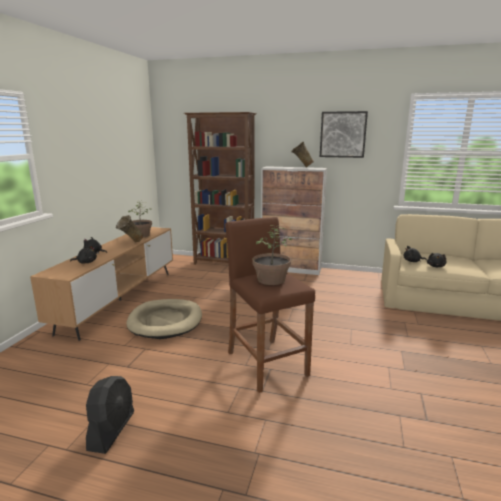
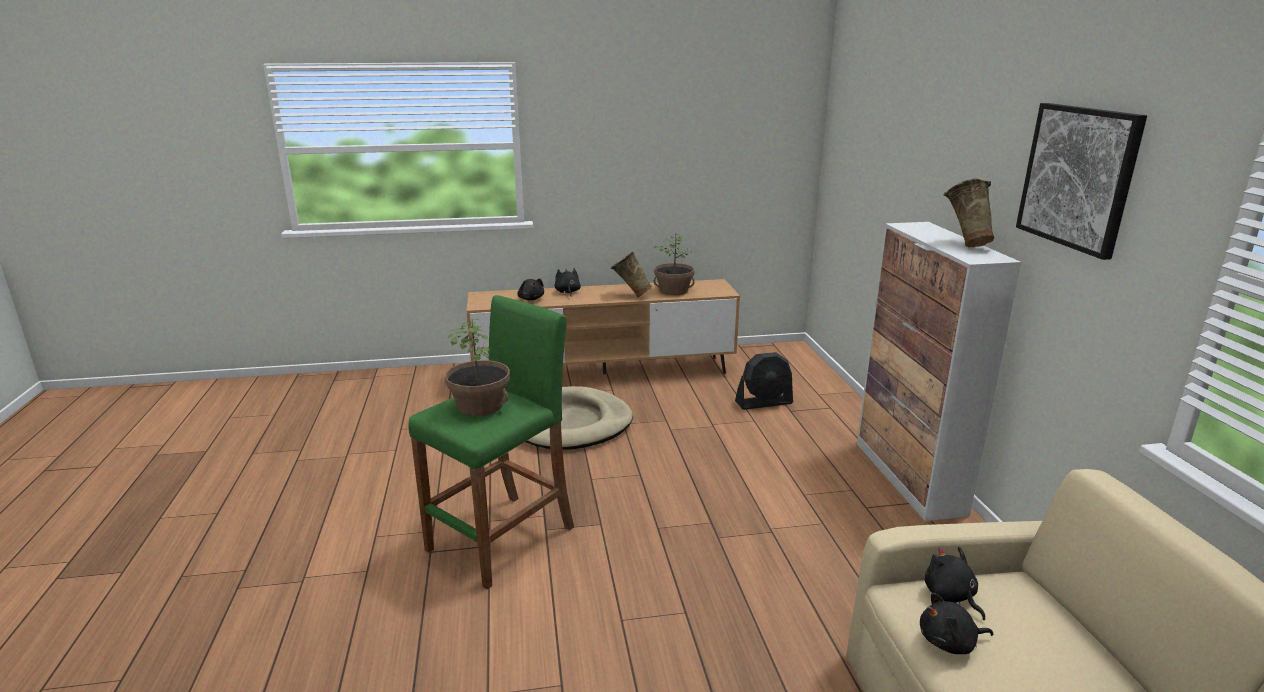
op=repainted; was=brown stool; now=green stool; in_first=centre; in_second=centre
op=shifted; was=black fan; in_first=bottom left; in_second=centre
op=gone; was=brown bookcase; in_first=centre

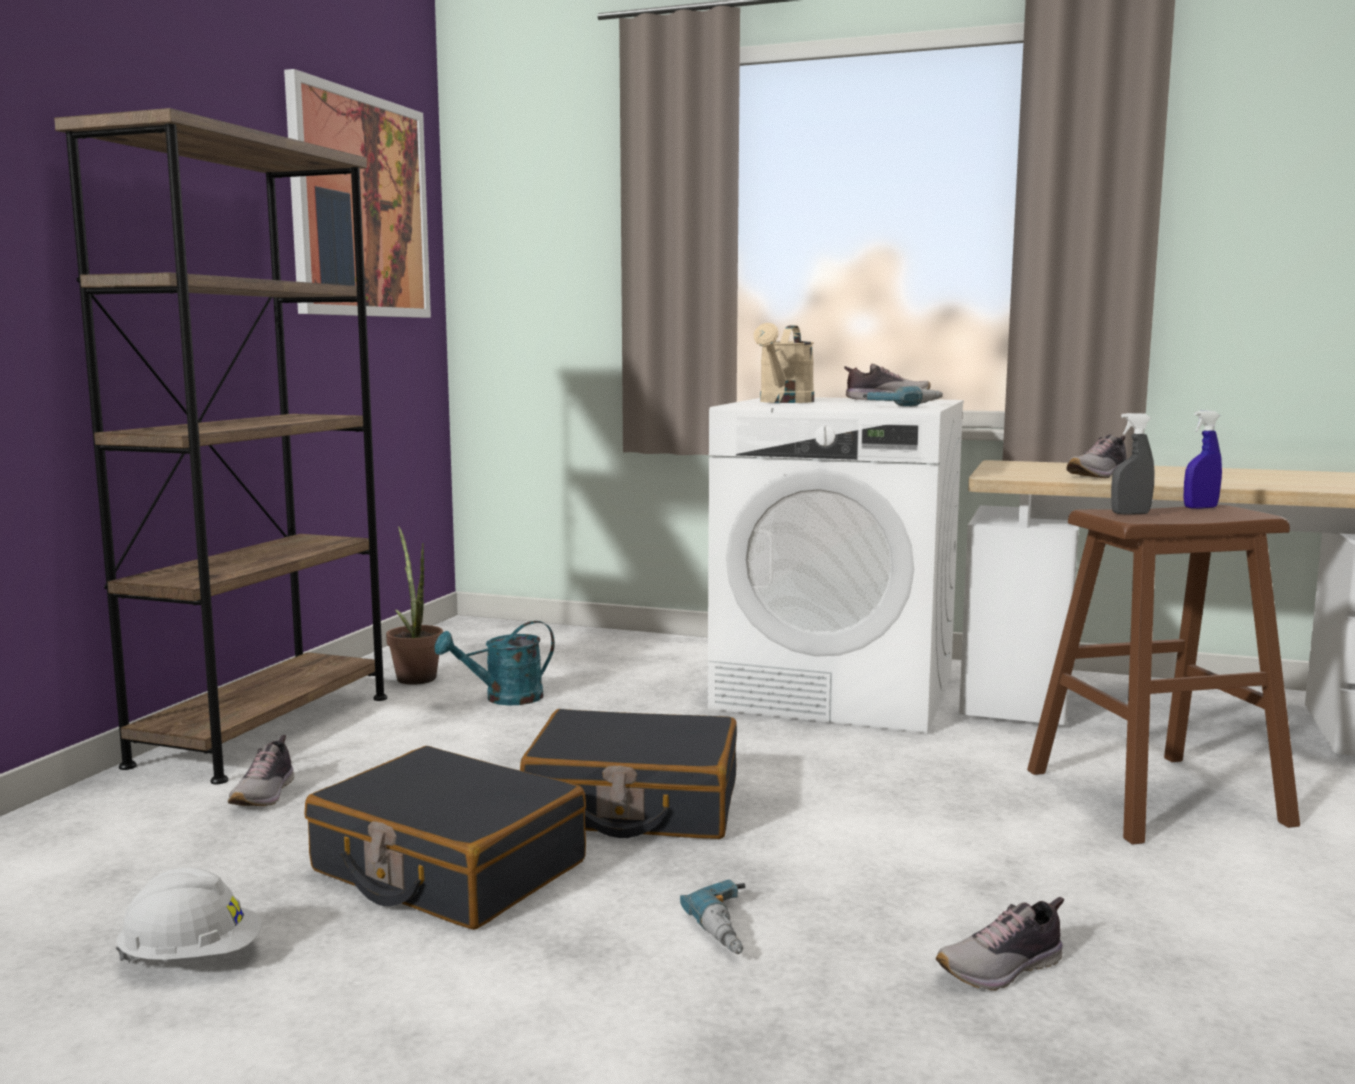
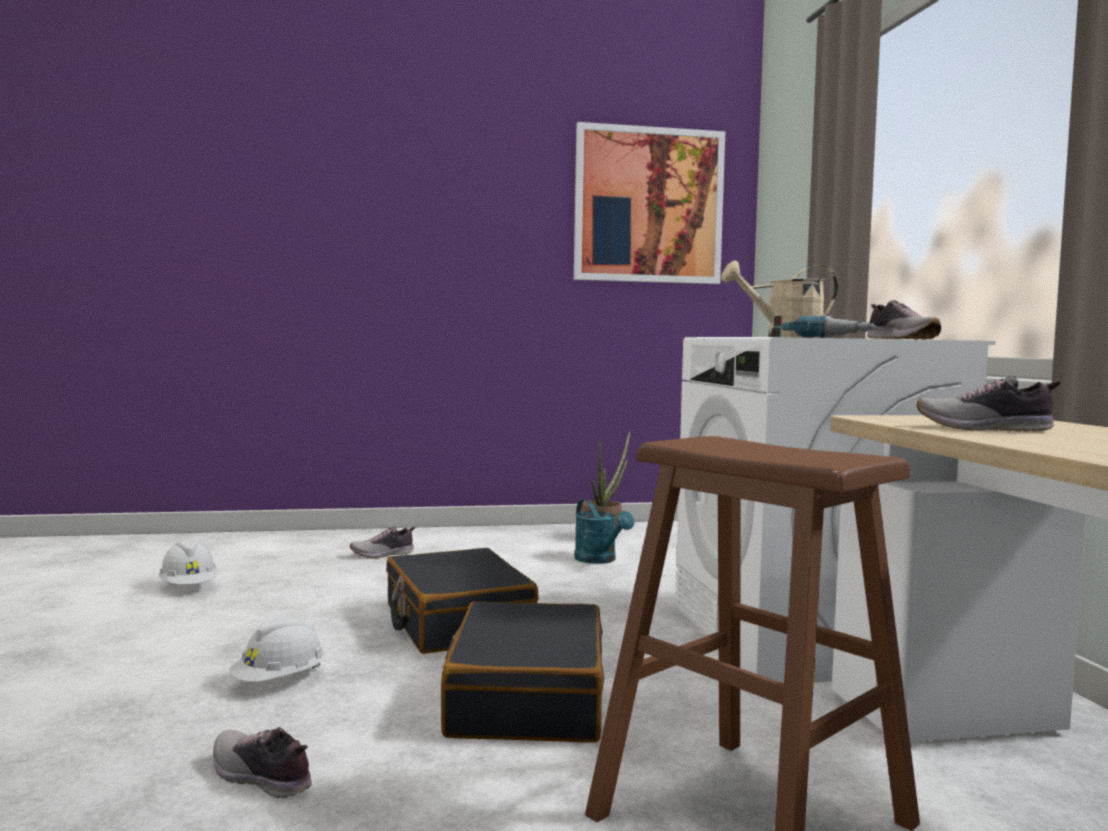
op=swapped; was=power drill (no. 1 from left); now=white hard hat (no. 2 from left); in_first=bottom centre; in_second=bottom left
op=shifted; was=black suitcase (no. 1 from left in the first image); now=black suitcase (no. 2 from left); in_first=bottom left; in_second=bottom centre
op=rotated; was=turquoise watering can; in_first=centre; in_second=centre; clockwise=-150
op=gone; was=brown bookcase; in_first=middle left
op=gone; was=grey spray bottle; in_first=middle right
op=gone; was=blue spray bottle; in_first=middle right

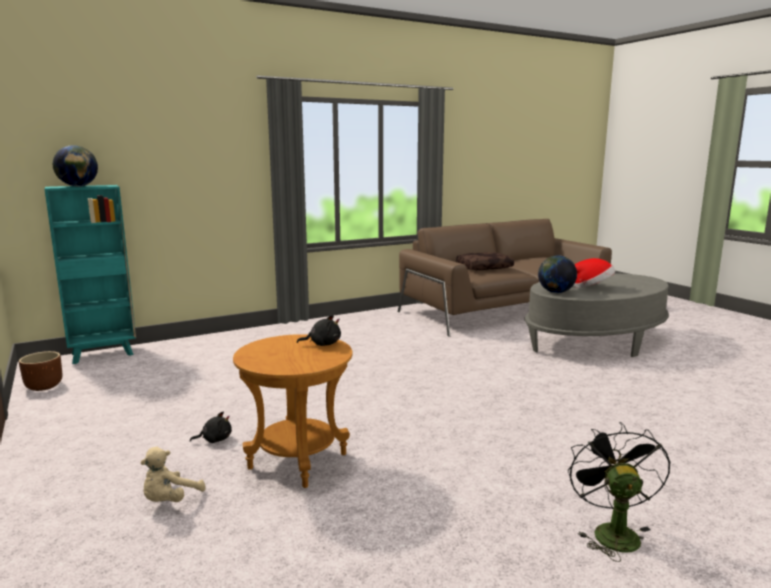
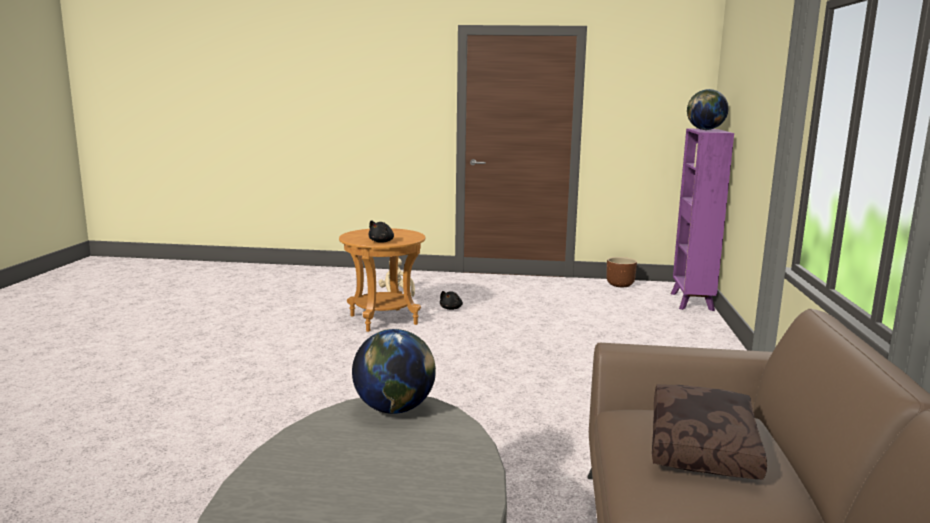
op=repainted; was=turquoise bookcase; now=purple bookcase; in_first=middle left; in_second=middle right
op=gone; was=black fan; in_first=bottom right
op=gone; was=hat; in_first=middle right

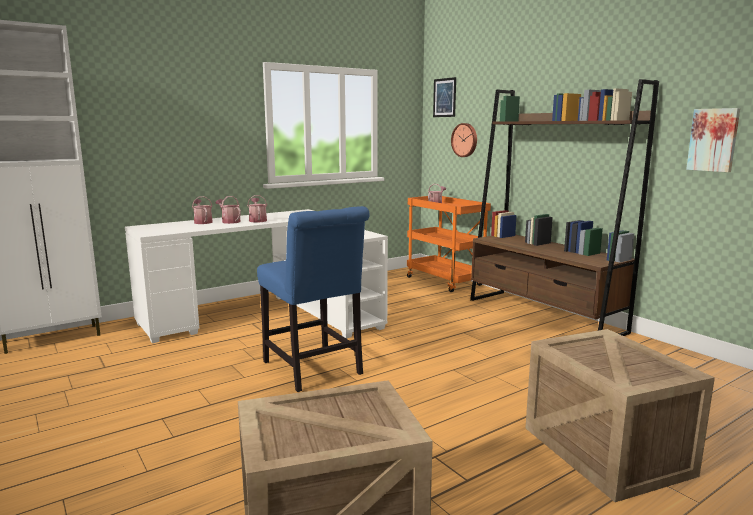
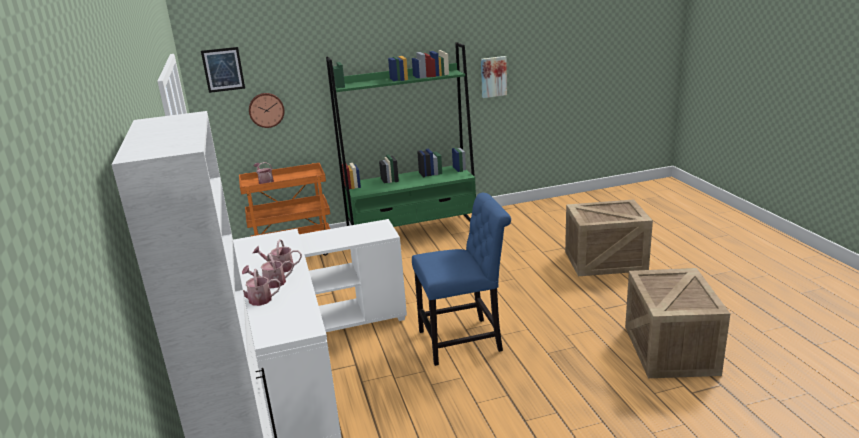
op=repainted; was=brown bookcase; now=green bookcase; in_first=middle right; in_second=top centre

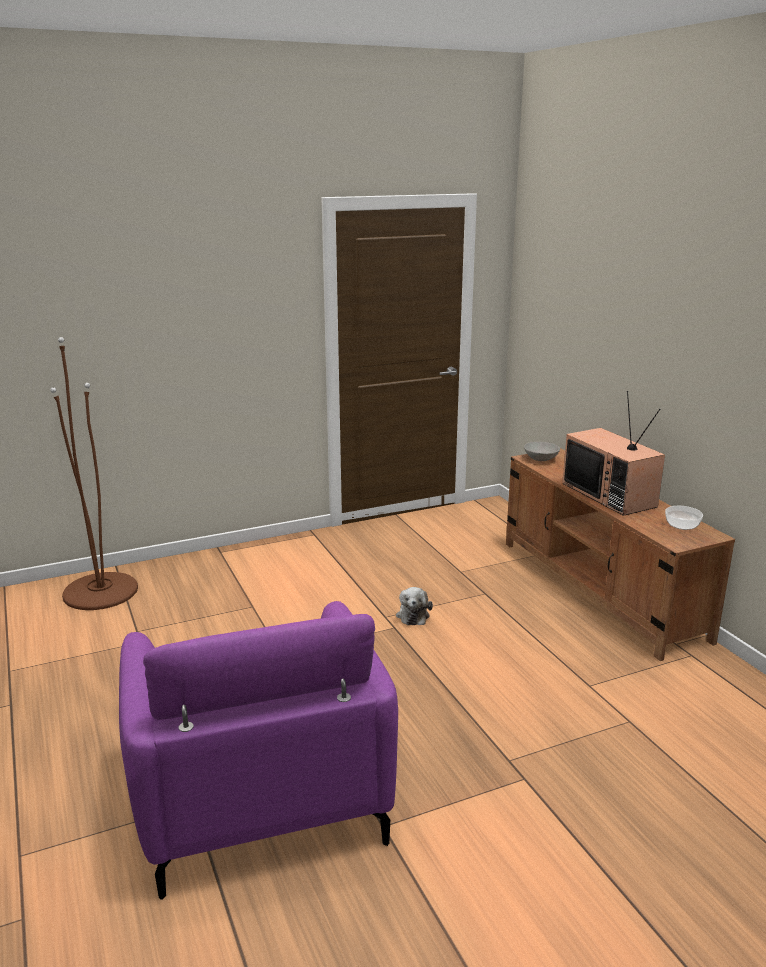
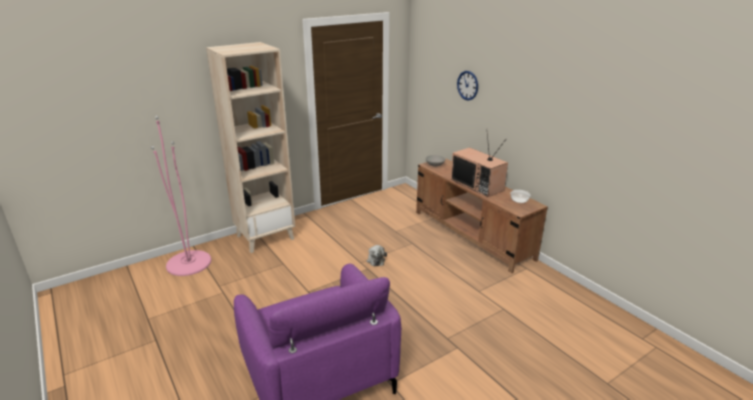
op=repainted; was=brown floor lamp; now=pink floor lamp; in_first=middle left; in_second=middle left
op=new; now=beige bookcase; in_second=middle left
op=new; now=wall clock; in_second=top centre

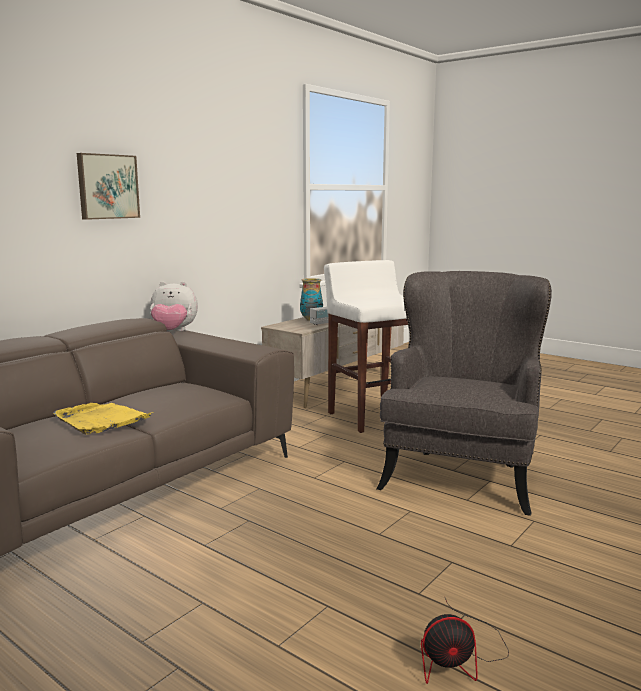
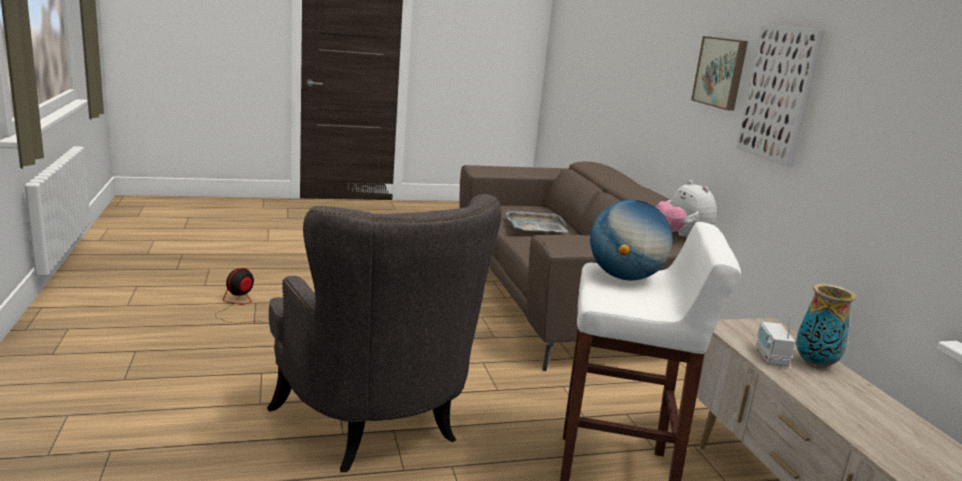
op=repainted; was=yellow tray; now=grey tray; in_first=middle left; in_second=centre
op=new; now=globe; in_second=centre
op=rotated; was=plush toy; in_first=middle left; in_second=middle right; clockwise=-60
op=new; now=picture (no. 2 from left); in_second=top right

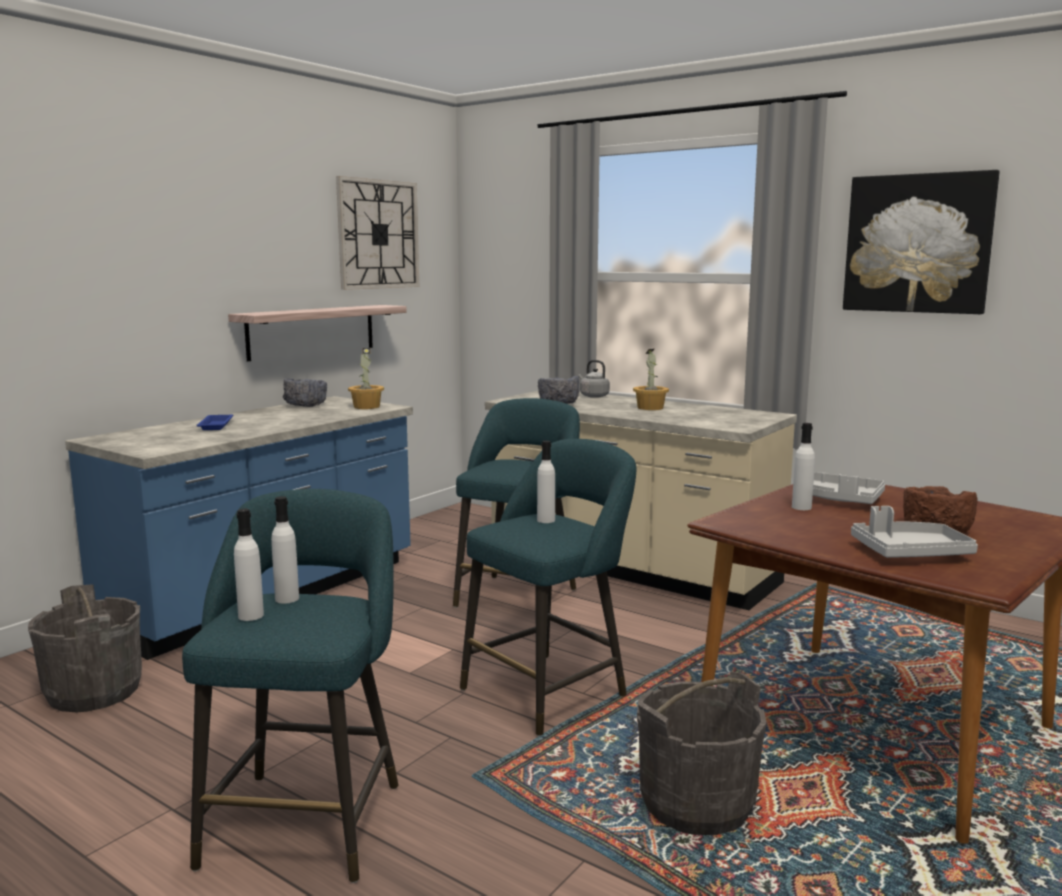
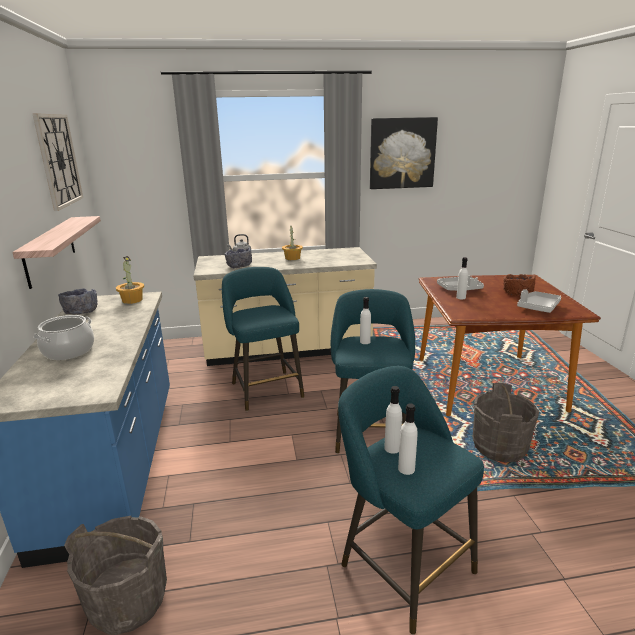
op=swapped; was=blue tray; now=cooking pot; in_first=middle left; in_second=middle left

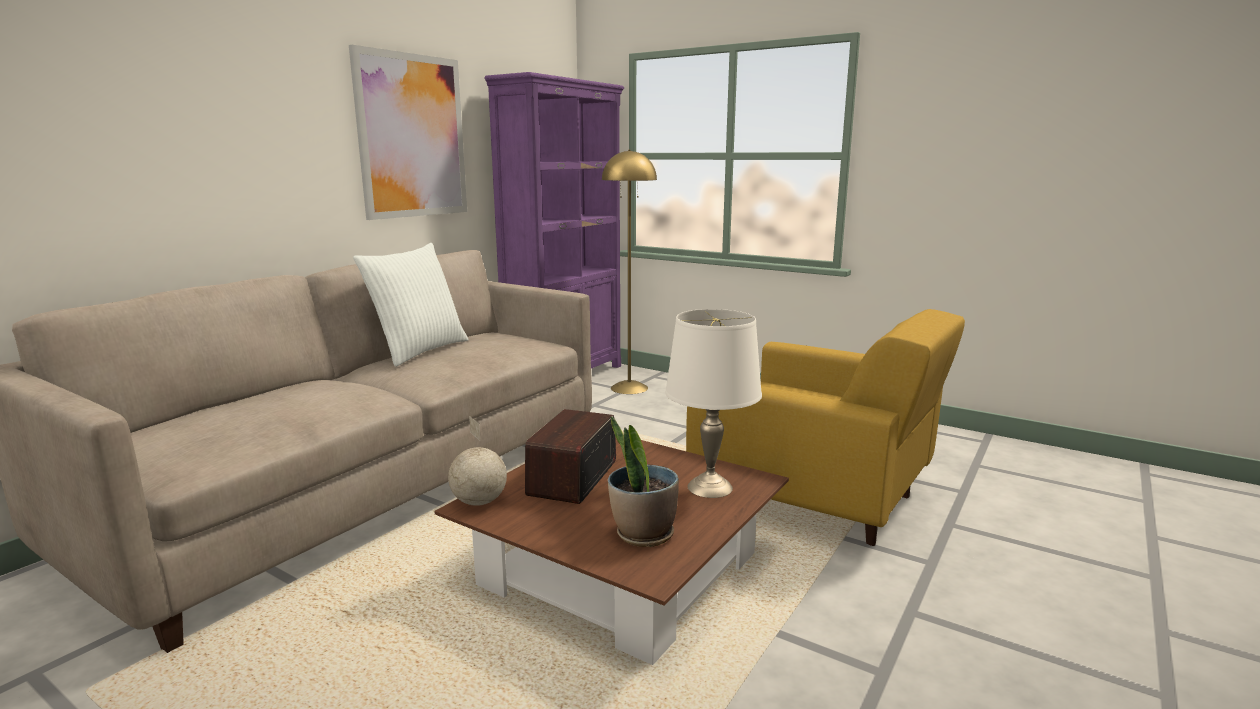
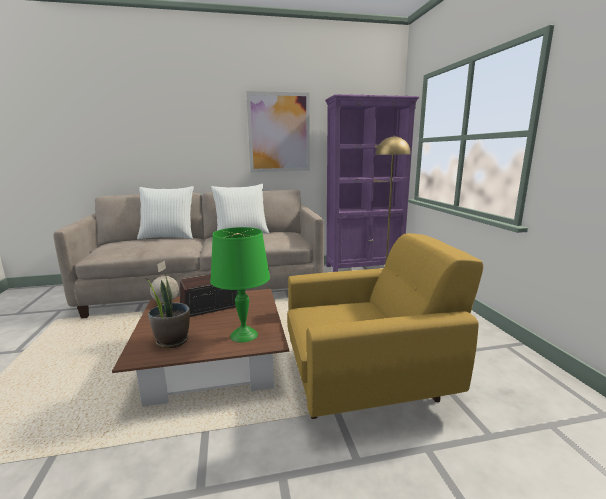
op=new; now=white pillow (no. 1 from left); in_second=middle left
op=repainted; was=white table lamp; now=green table lamp; in_first=centre; in_second=centre
op=rotated; was=yellow armchair; in_first=centre; in_second=centre; clockwise=-90

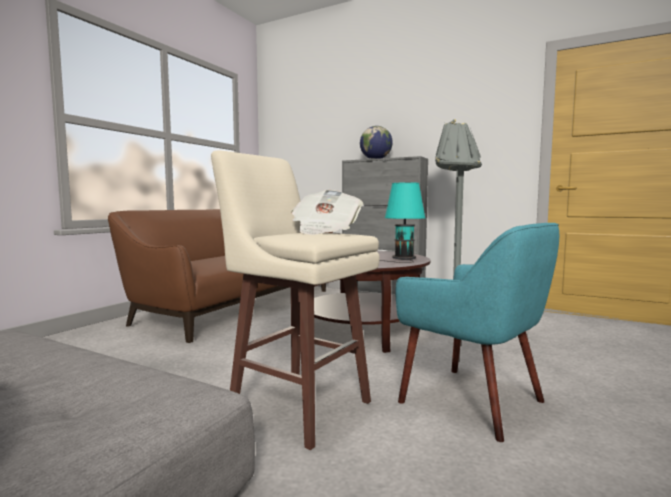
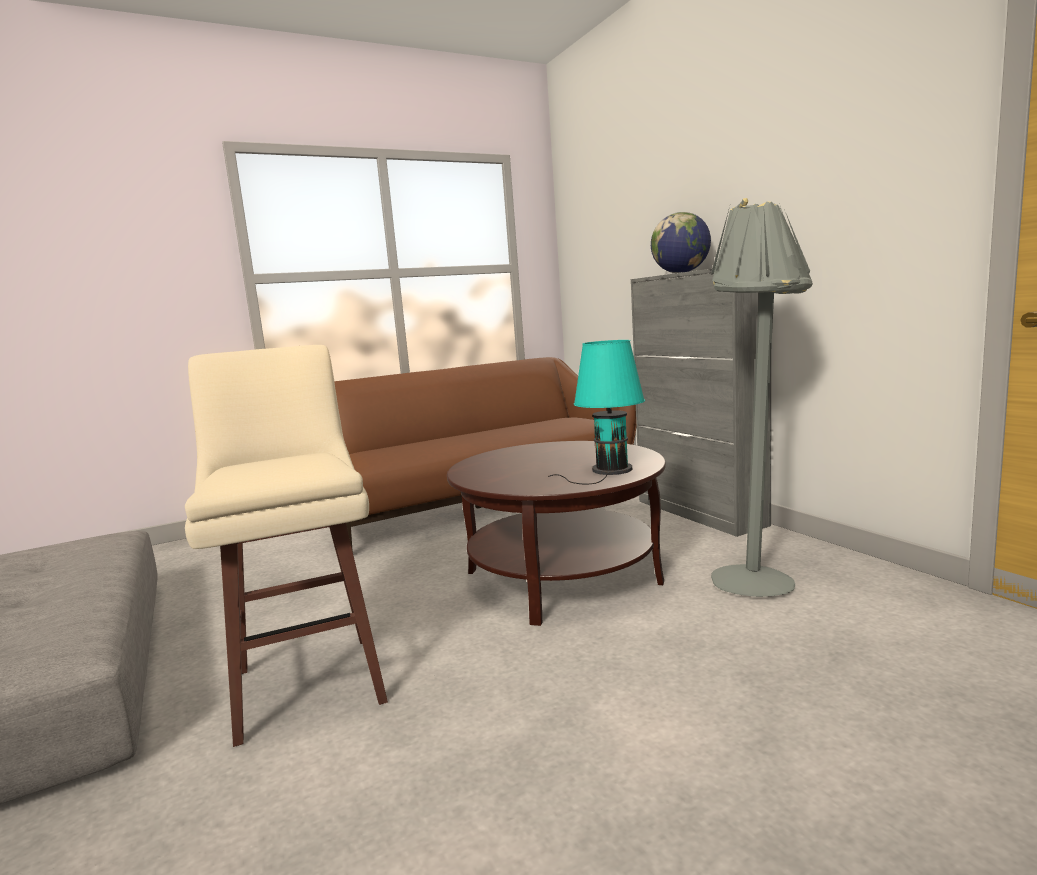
op=gone; was=newspaper; in_first=centre
op=gone; was=turquoise armchair; in_first=bottom right

